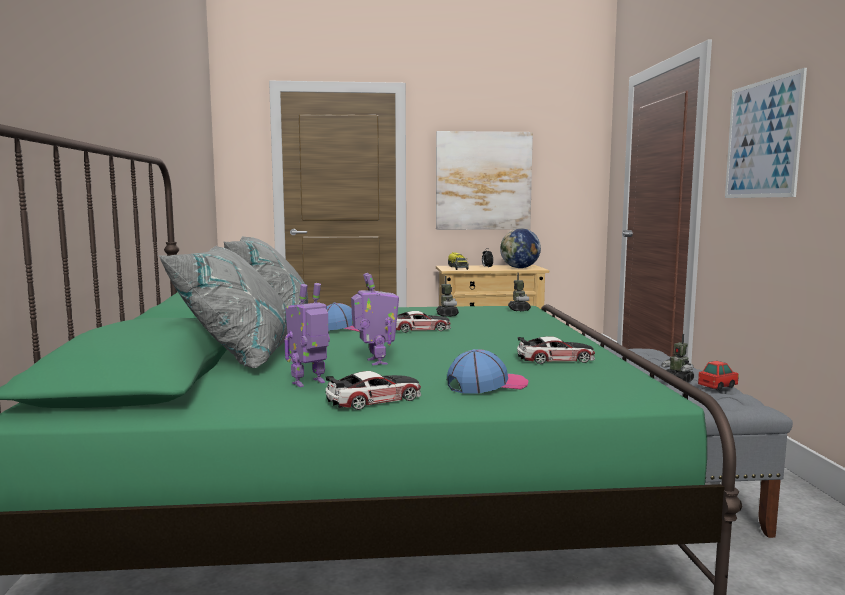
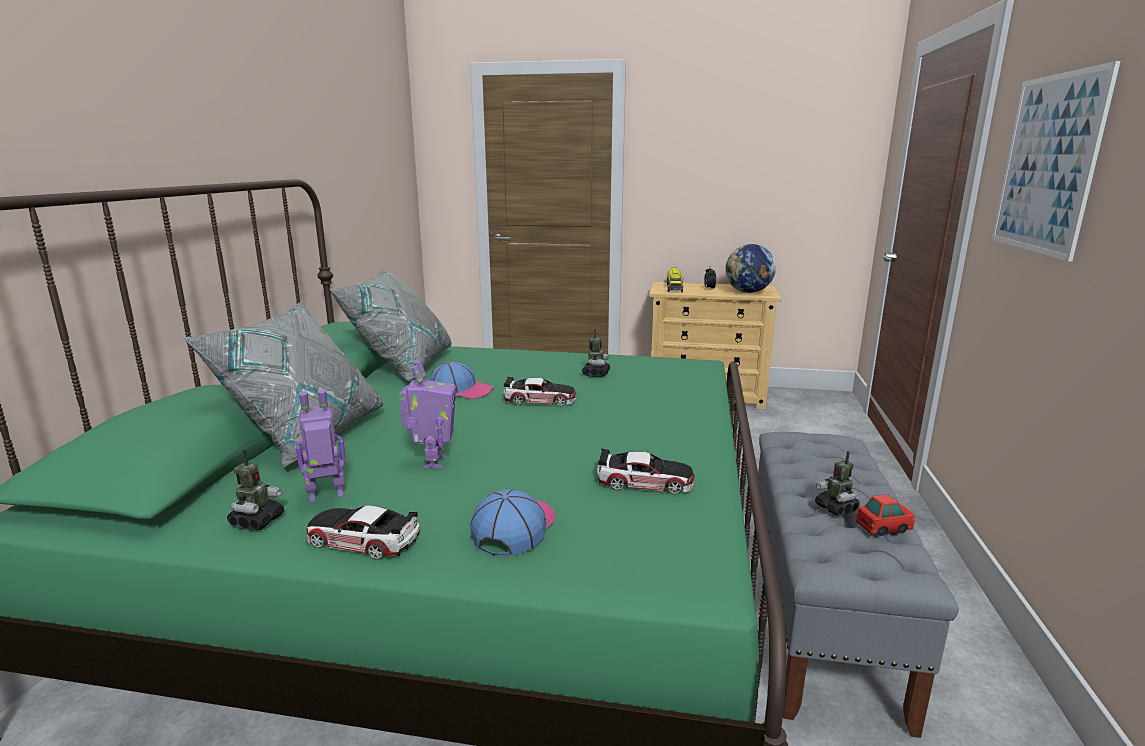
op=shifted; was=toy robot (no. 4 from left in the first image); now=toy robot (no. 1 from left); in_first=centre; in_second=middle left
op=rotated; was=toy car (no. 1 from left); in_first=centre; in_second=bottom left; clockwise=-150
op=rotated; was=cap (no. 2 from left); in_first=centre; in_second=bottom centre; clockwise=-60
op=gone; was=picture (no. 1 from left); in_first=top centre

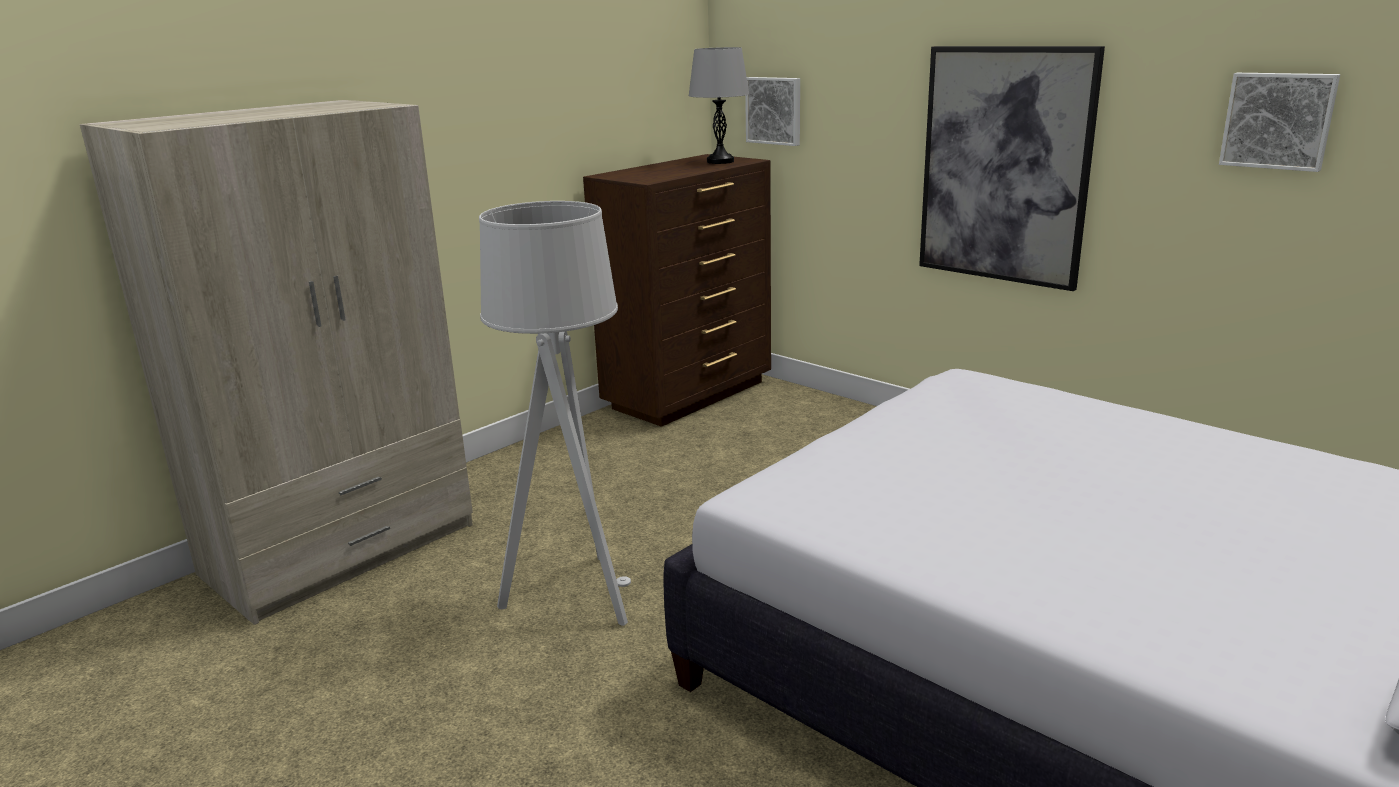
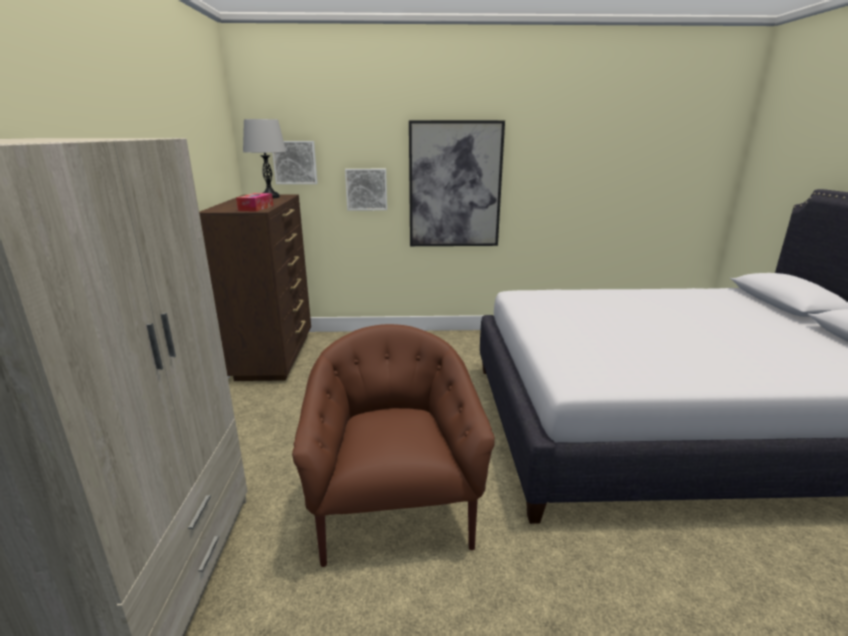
op=new; now=tissue box; in_second=top left
op=swapped; was=grey floor lamp; now=brown armchair; in_first=centre; in_second=bottom centre
op=shifted; was=picture (no. 3 from left in the first image); now=picture (no. 2 from left); in_first=top right; in_second=top centre

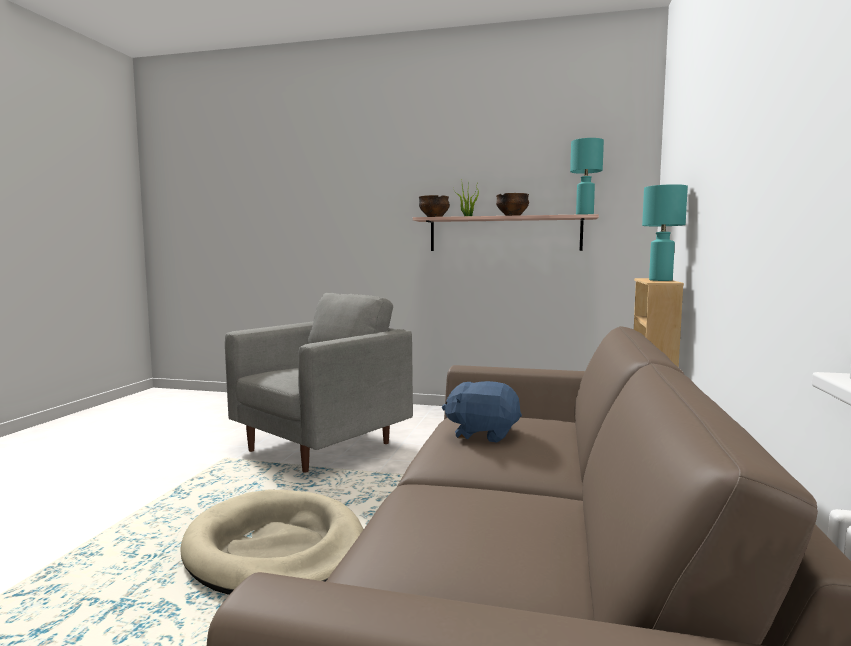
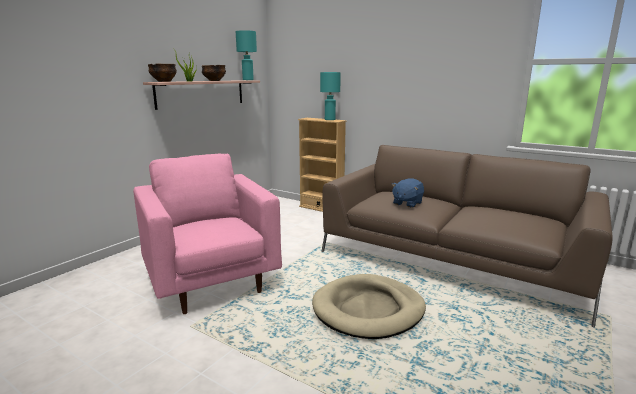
op=repainted; was=grey armchair; now=pink armchair; in_first=centre; in_second=middle left

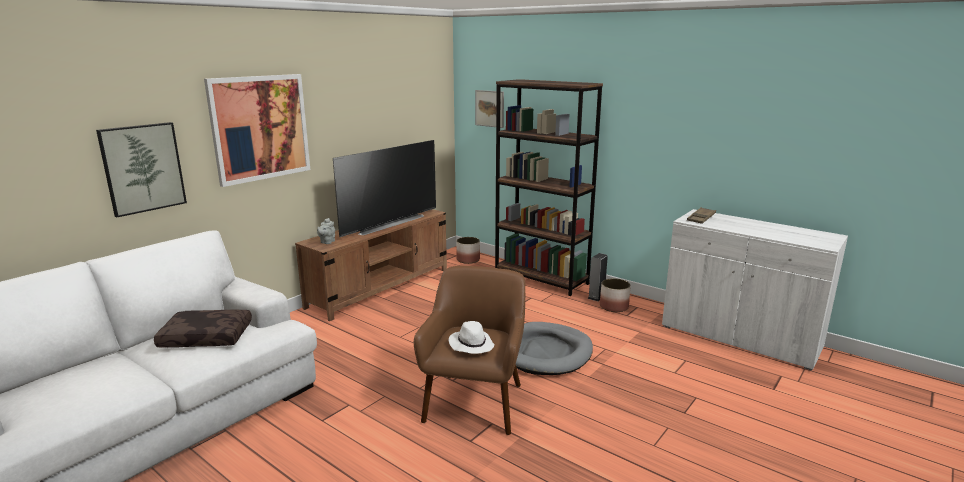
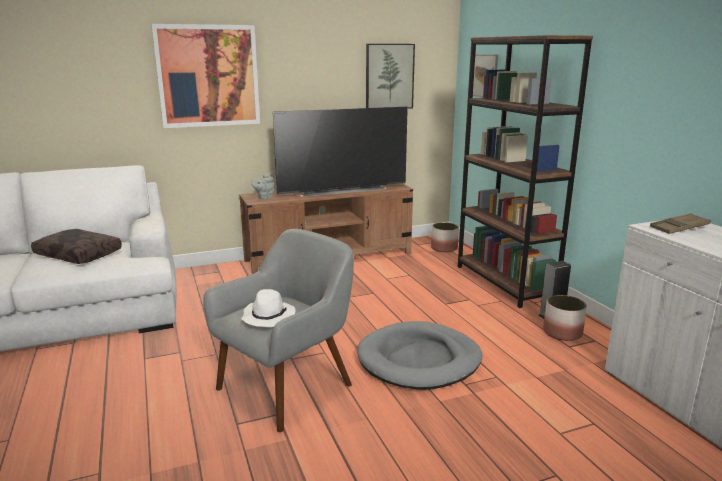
op=repainted; was=brown armchair; now=grey armchair; in_first=bottom centre; in_second=bottom centre
op=shifted; was=picture (no. 1 from left in the first image); now=picture (no. 2 from left); in_first=middle left; in_second=top centre

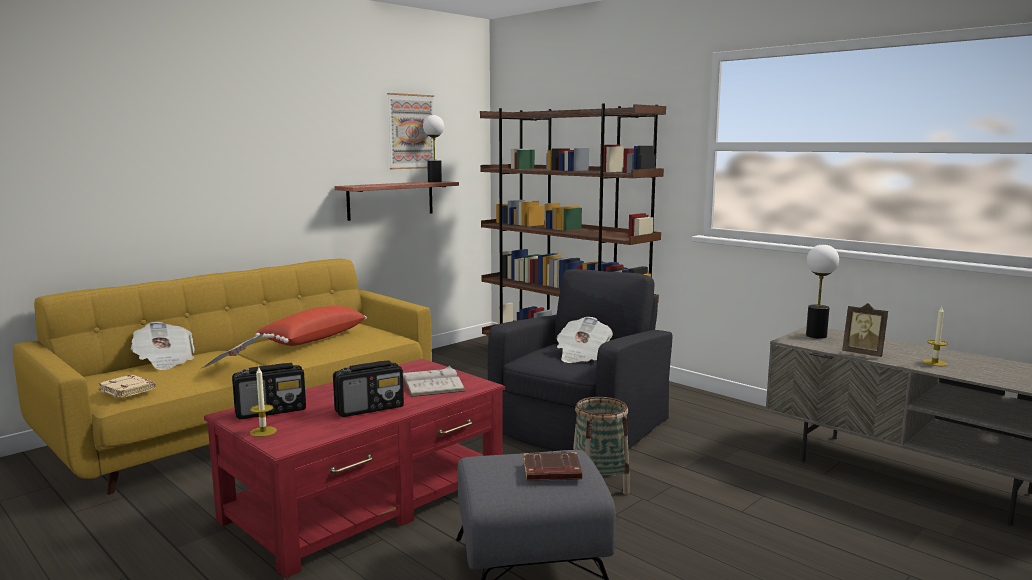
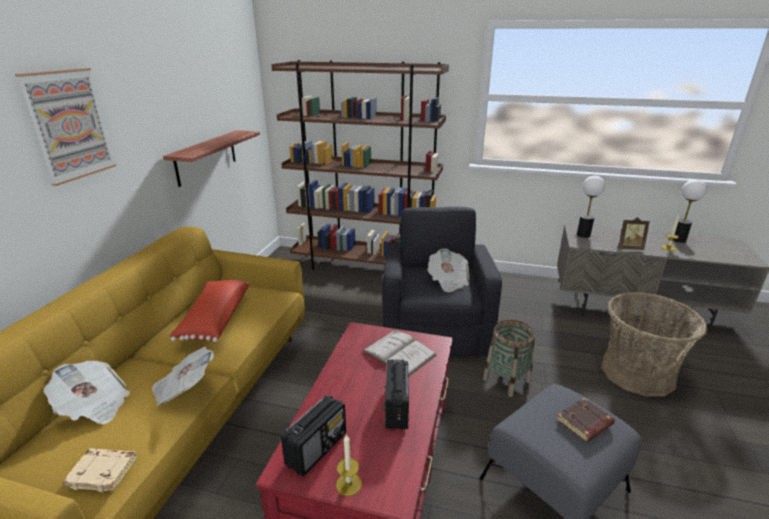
op=shifted; was=picture; in_first=top centre; in_second=top left
op=rotated; was=radio (no. 2 from left); in_first=bottom centre; in_second=bottom centre; clockwise=150
op=new; now=basket (no. 2 from left); in_second=middle right
op=shifted; was=table lamp (no. 1 from left in the first image); now=table lamp (no. 2 from left); in_first=top centre; in_second=middle right

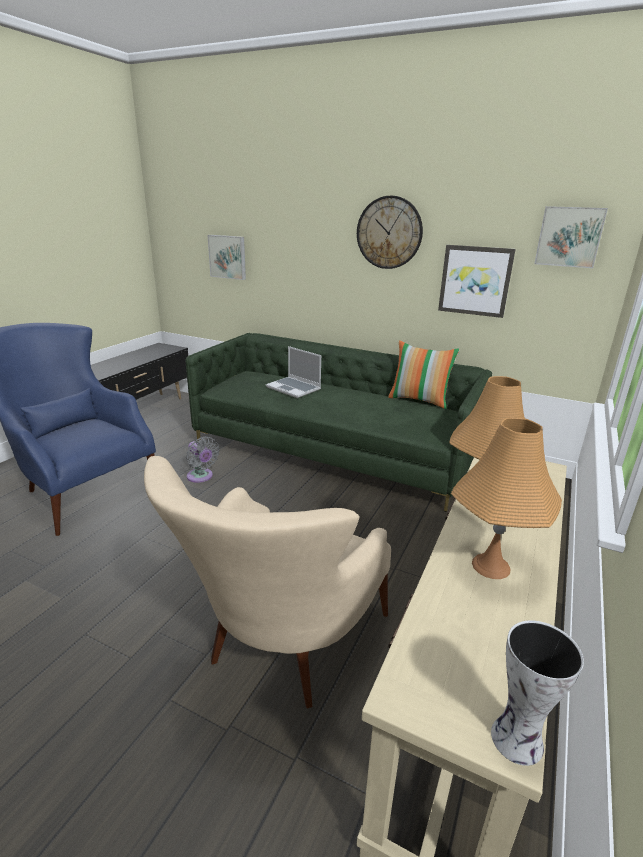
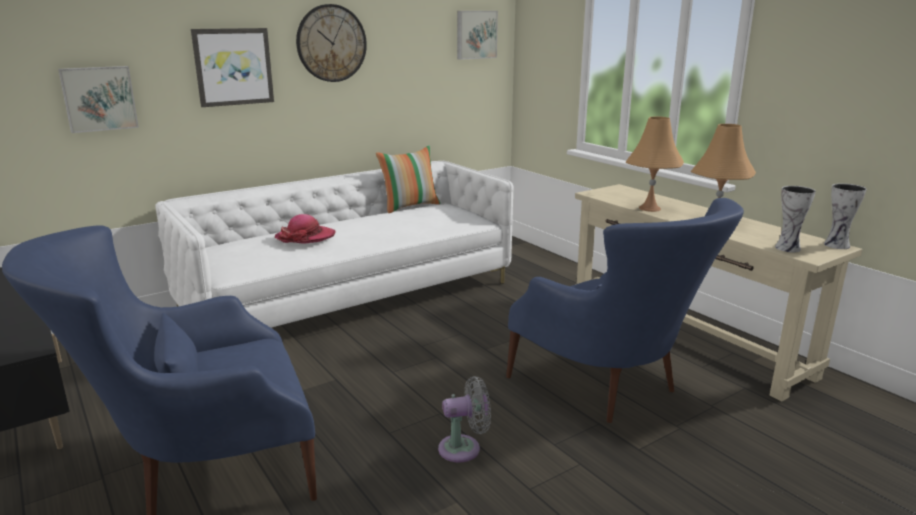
op=repainted; was=green sofa; now=white sofa; in_first=centre; in_second=centre
op=shifted; was=picture (no. 2 from left); in_first=top right; in_second=top left
op=swapped; was=laptop; now=hat; in_first=centre; in_second=middle left
op=shifted; was=grey fan; in_first=middle left; in_second=bottom centre
op=repainted; was=beige armchair; now=blue armchair (no. 2 from left); in_first=bottom centre; in_second=middle right
op=new; now=vase (no. 1 from left); in_second=middle right

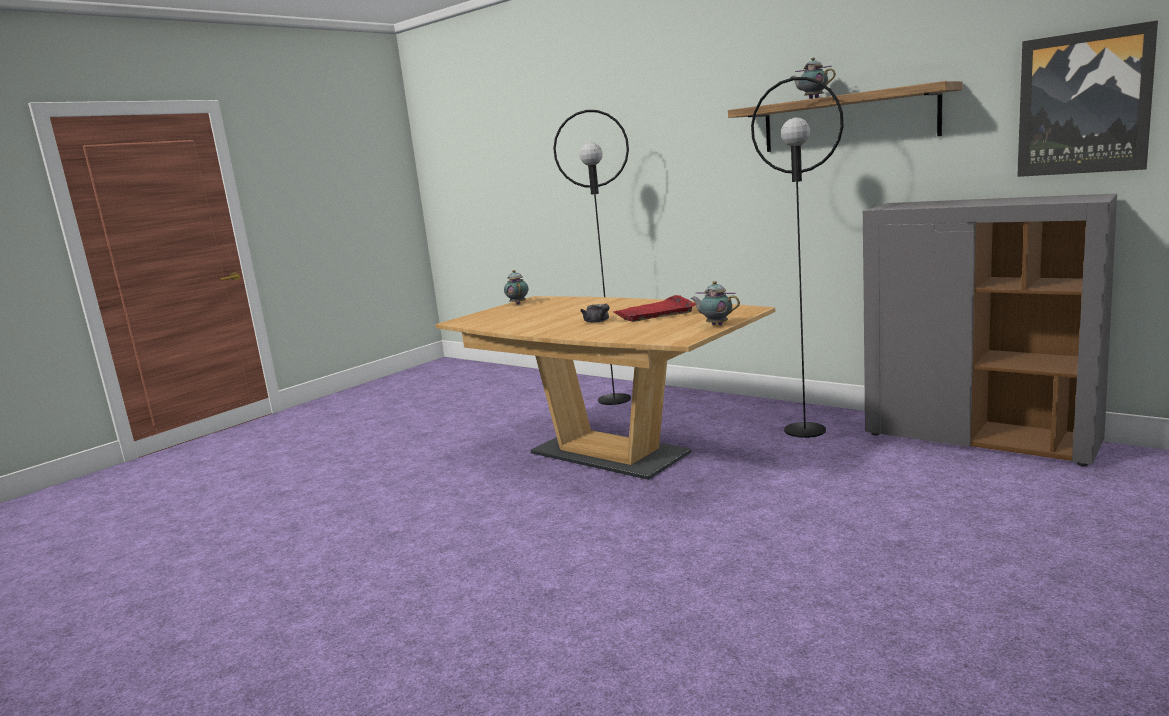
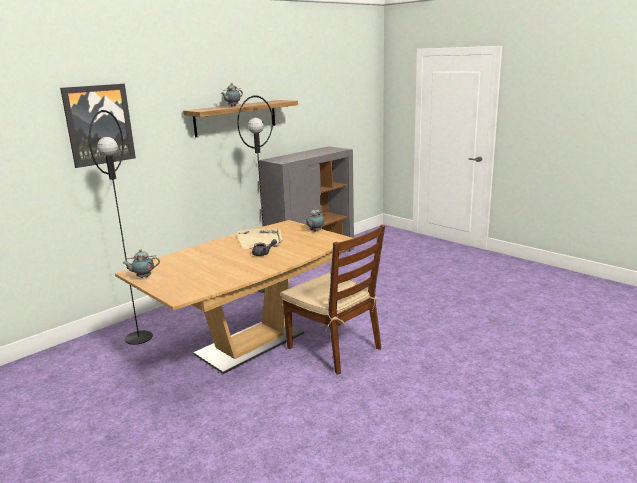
op=shifted; was=picture; in_first=top right; in_second=top left
op=repainted; was=red tray; now=beige tray; in_first=centre; in_second=centre
op=new; now=brown chair; in_second=centre

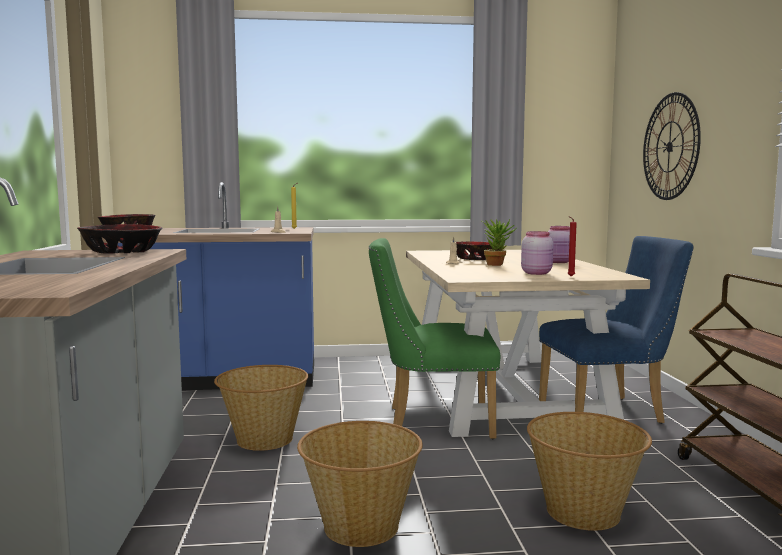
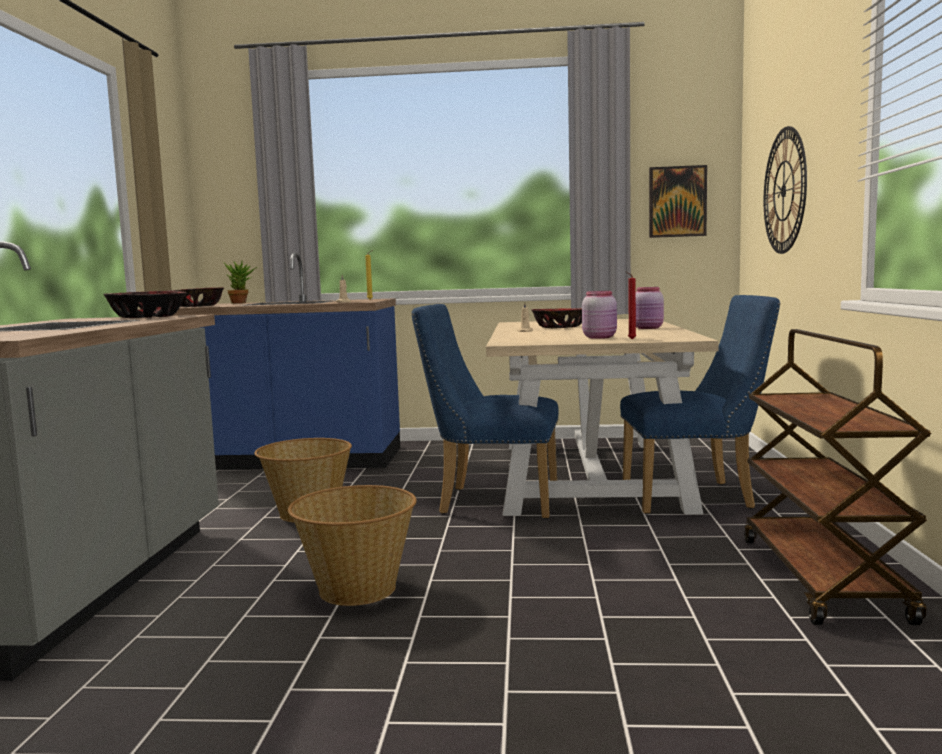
op=shifted; was=potted plant; in_first=centre; in_second=middle left
op=repainted; was=green chair; now=blue chair (no. 1 from left); in_first=centre; in_second=centre
op=new; now=picture; in_second=top right
op=gone; was=basket (no. 3 from left); in_first=bottom right

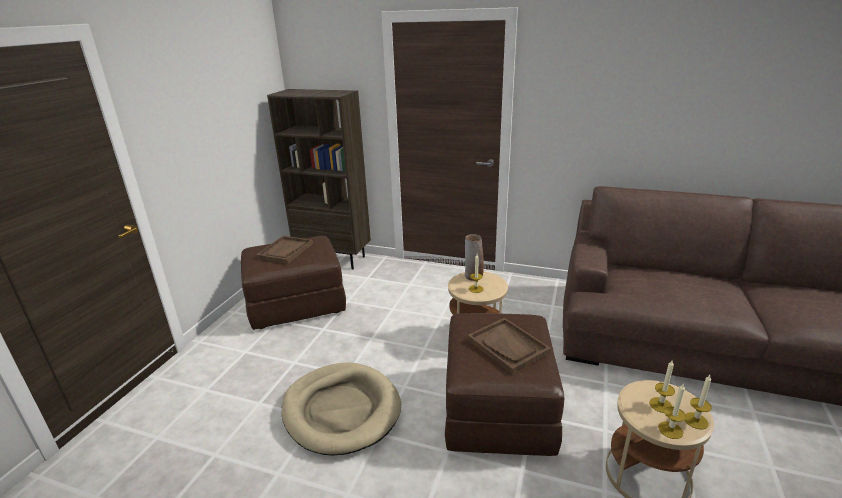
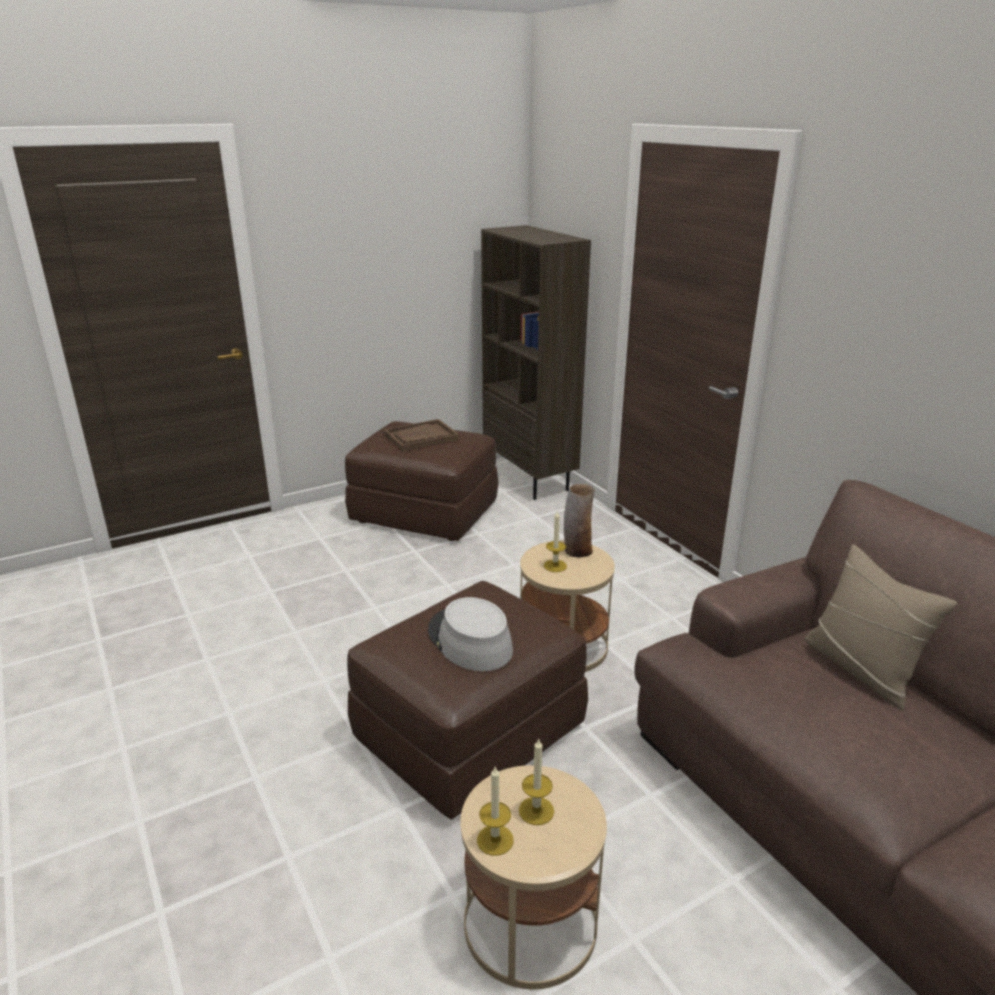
op=swapped; was=brown tray (no. 2 from left); now=grey hat; in_first=bottom centre; in_second=centre
op=new; now=beige pillow; in_second=middle right
op=gone; was=beige dog bed; in_first=bottom centre
op=gone; was=candle (no. 4 from left); in_first=bottom right

